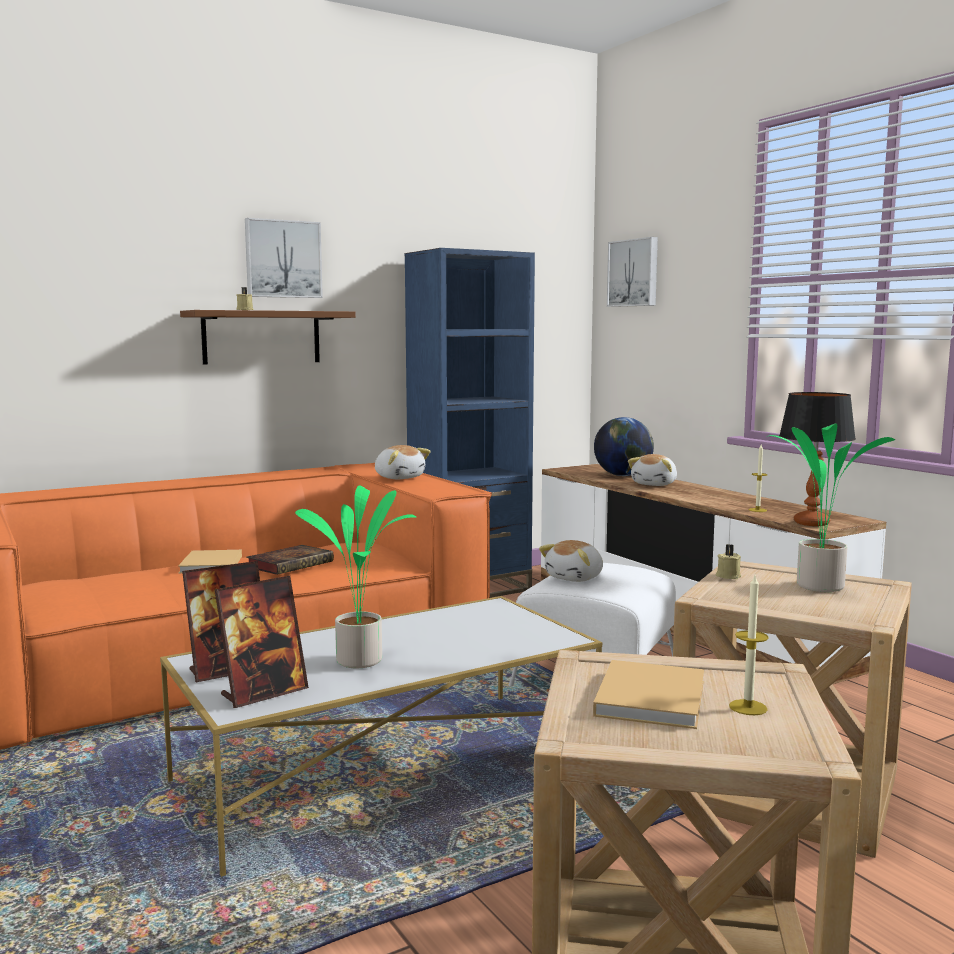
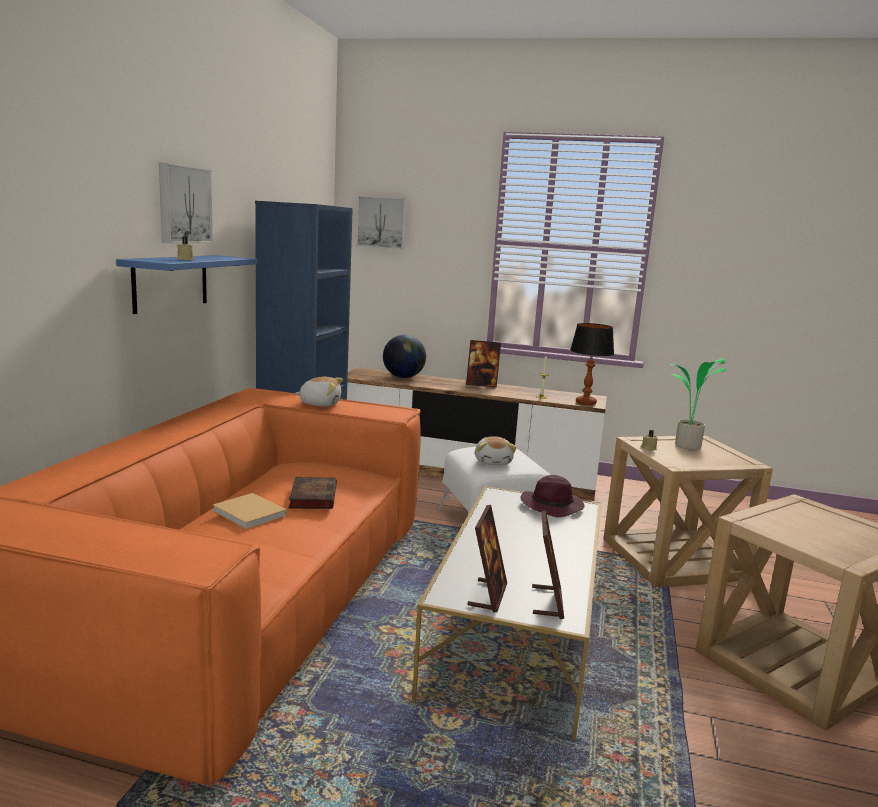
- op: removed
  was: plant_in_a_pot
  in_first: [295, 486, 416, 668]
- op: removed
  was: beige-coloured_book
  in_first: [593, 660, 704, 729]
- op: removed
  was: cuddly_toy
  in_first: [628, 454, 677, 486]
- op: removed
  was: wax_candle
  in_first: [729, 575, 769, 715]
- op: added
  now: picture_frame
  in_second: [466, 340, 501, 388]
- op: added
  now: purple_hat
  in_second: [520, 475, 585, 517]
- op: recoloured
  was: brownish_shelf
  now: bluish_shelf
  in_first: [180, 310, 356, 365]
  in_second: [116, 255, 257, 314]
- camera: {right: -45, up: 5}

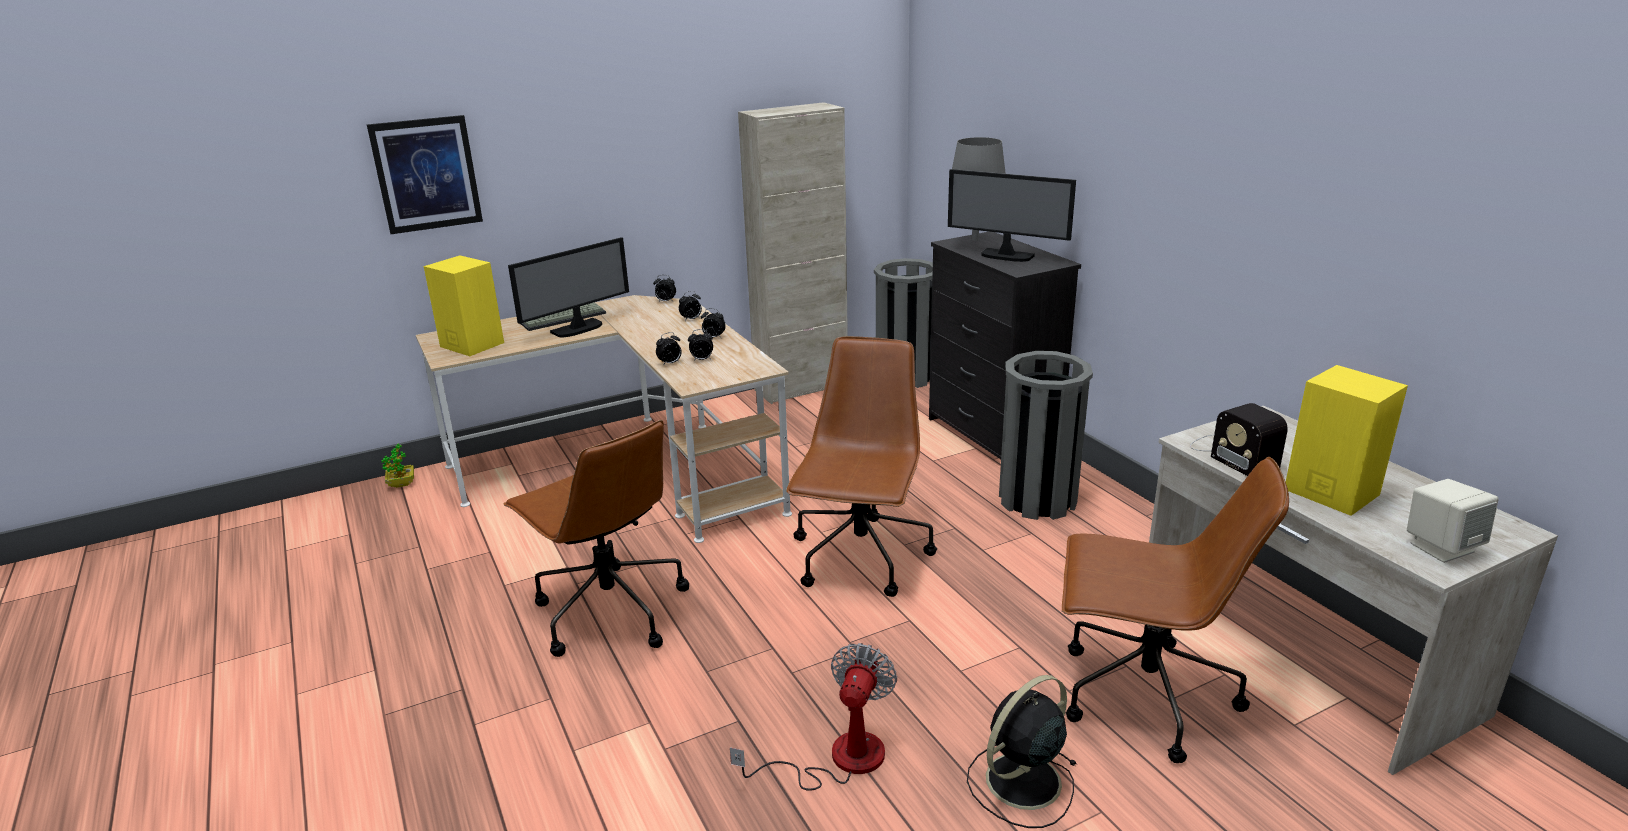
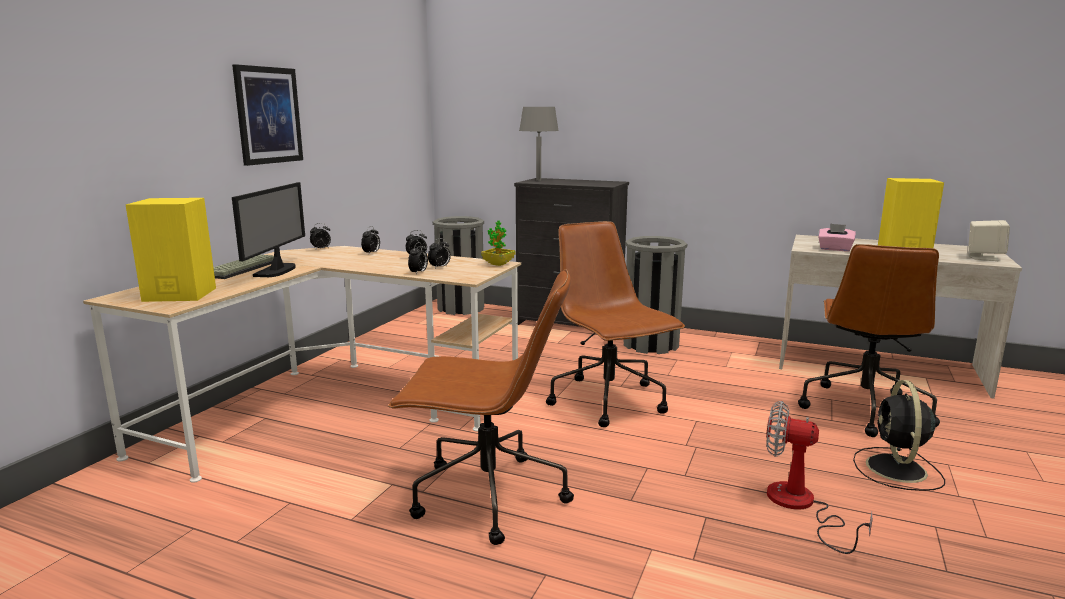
- op: removed
  was: beige-coloured_cupboard
  in_first: [738, 102, 848, 404]
- op: removed
  was: monitor
  in_first: [948, 169, 1076, 262]
- op: moved
  was: wall_art
  in_first: [367, 115, 483, 234]
  in_second: [232, 64, 303, 166]
- op: moved
  was: plant_in_a_pot
  in_first: [382, 443, 414, 488]
  in_second: [481, 220, 516, 266]
- op: replaced
  was: radio_receiver
  now: pink-coloured_box_of_tissues
  in_first: [1190, 403, 1288, 476]
  in_second: [818, 223, 856, 251]
- op: turned
  was: fan
  in_first: [730, 643, 897, 791]
  in_second: [766, 401, 873, 554]
  clockwise: -45
- op: turned
  was: brownish_office_chair
  in_first: [1062, 457, 1289, 763]
  in_second: [798, 244, 940, 437]
  clockwise: 135
- camera: {right: -40, up: -10}

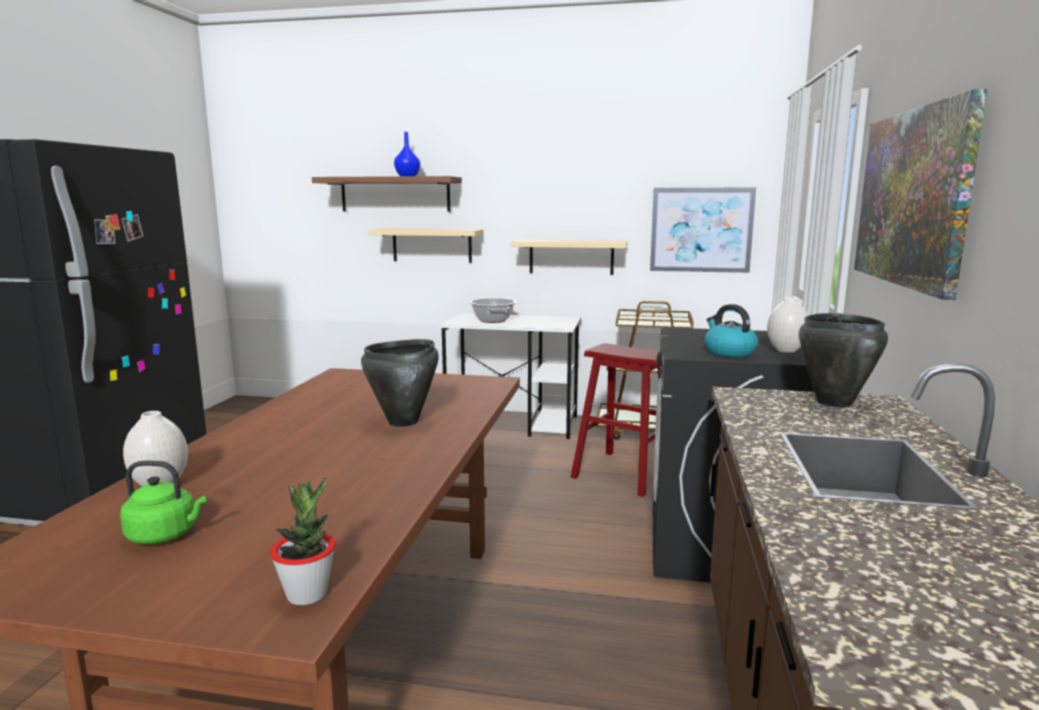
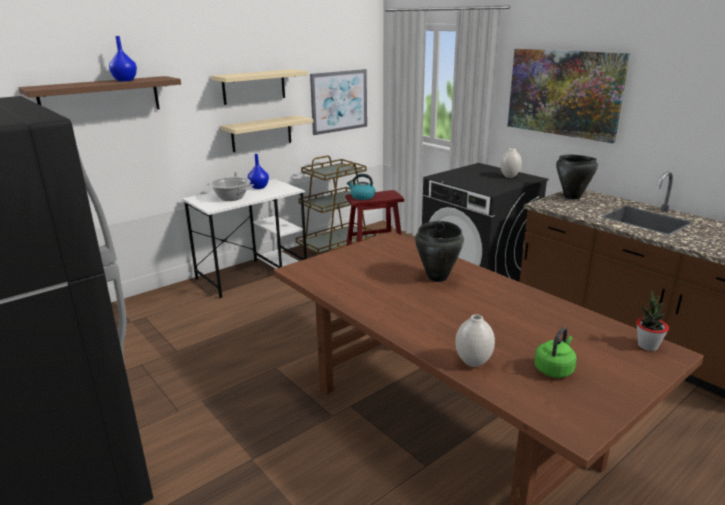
- op: added
  now: bluish_flower_vase
  in_second: [248, 154, 269, 189]
- op: moved
  was: beige-coloured_shelf
  in_first: [368, 228, 483, 263]
  in_second: [211, 69, 308, 105]
- op: moved
  was: tea_kettle
  in_first: [704, 304, 758, 357]
  in_second: [347, 174, 376, 200]
- camera: {right: -50, up: 10}

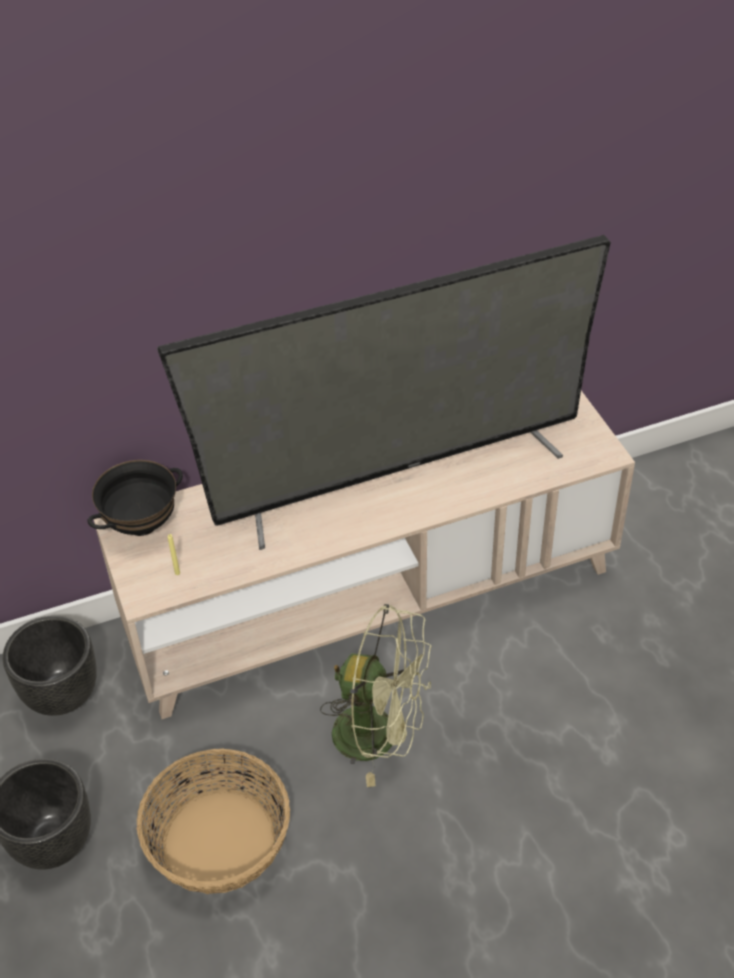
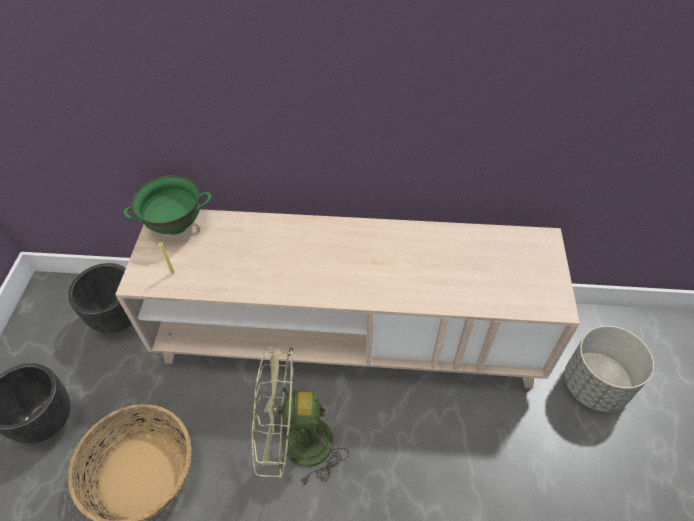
- op: removed
  was: television
  in_first: [157, 235, 611, 550]
- op: added
  now: gray_plant_pot
  in_second: [564, 326, 654, 412]
- op: recoloured
  was: black_bowl
  now: green_bowl
  in_first: [87, 460, 183, 536]
  in_second: [123, 175, 211, 235]
- op: turned
  was: green_fan
  in_first: [320, 604, 432, 787]
  in_second: [252, 347, 349, 487]
  clockwise: 135
- camera: {right: 25, up: 5}

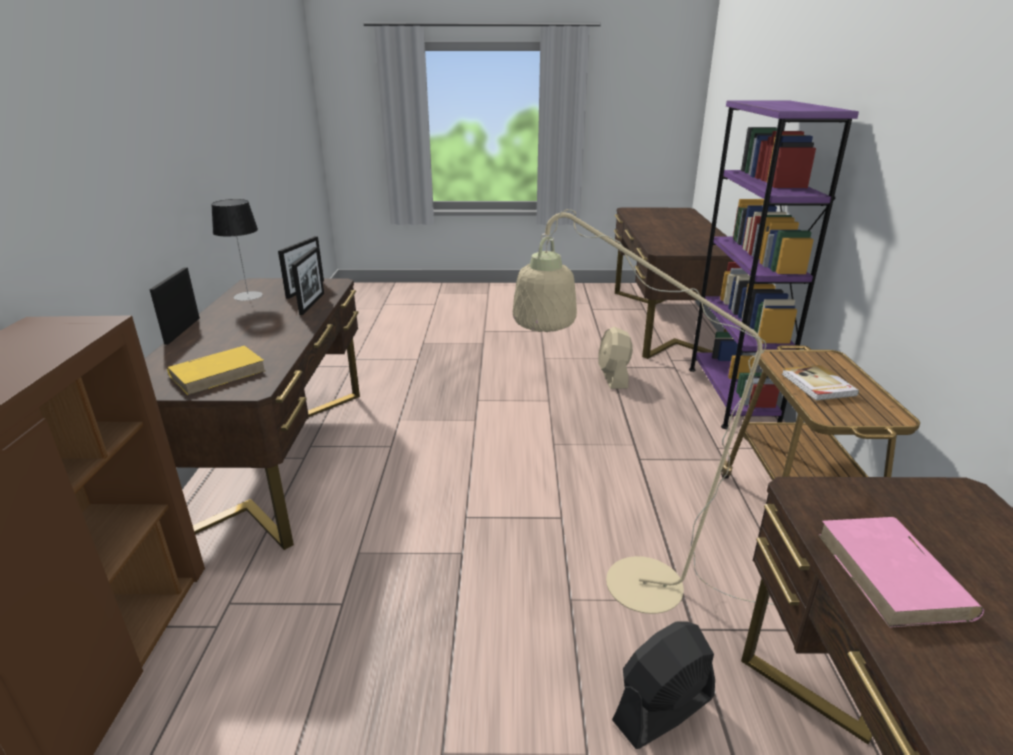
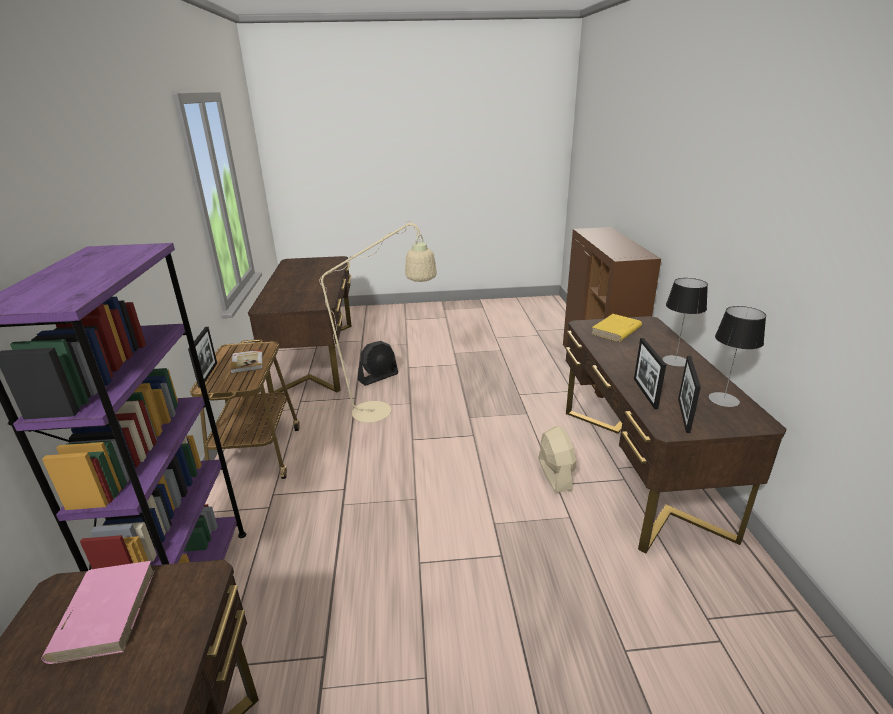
- op: added
  now: tabletop_lamp
  in_second: [662, 278, 708, 367]
- op: moved
  was: picture_frame
  in_first: [150, 267, 200, 345]
  in_second: [188, 327, 217, 388]
- op: moved
  was: beige-coloured_fan
  in_first: [599, 327, 633, 389]
  in_second: [539, 426, 576, 493]
- op: moved
  was: pink-coloured_book
  in_first: [818, 517, 984, 628]
  in_second: [41, 561, 155, 664]
- camera: {right: 175, up: 0}

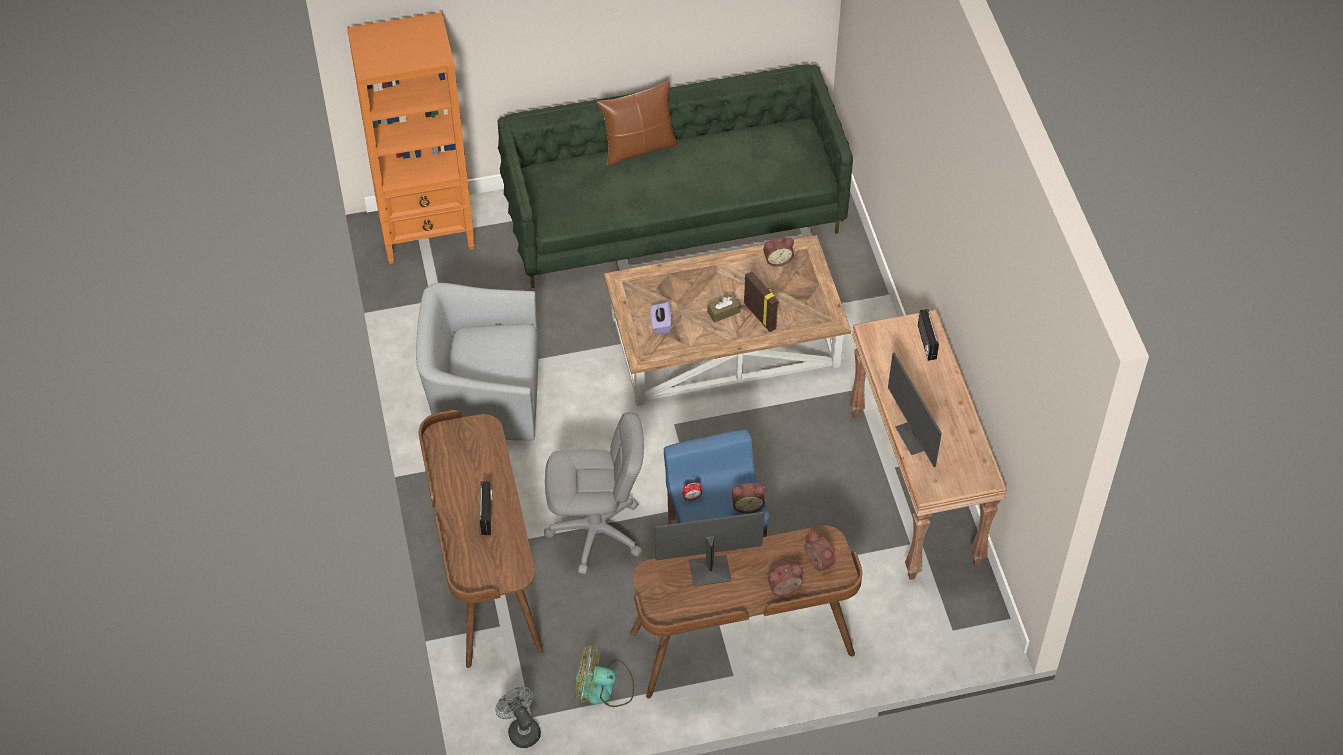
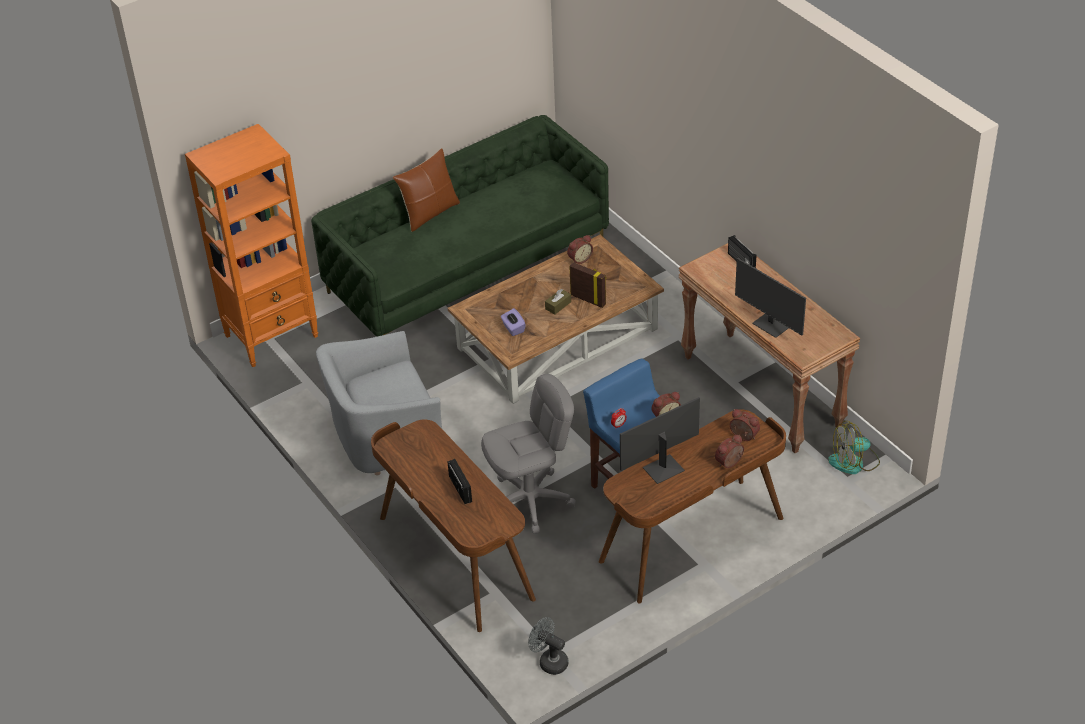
- op: moved
  was: fan
  in_first: [575, 643, 634, 707]
  in_second: [828, 421, 880, 474]
- camera: {right: -20, up: -10}

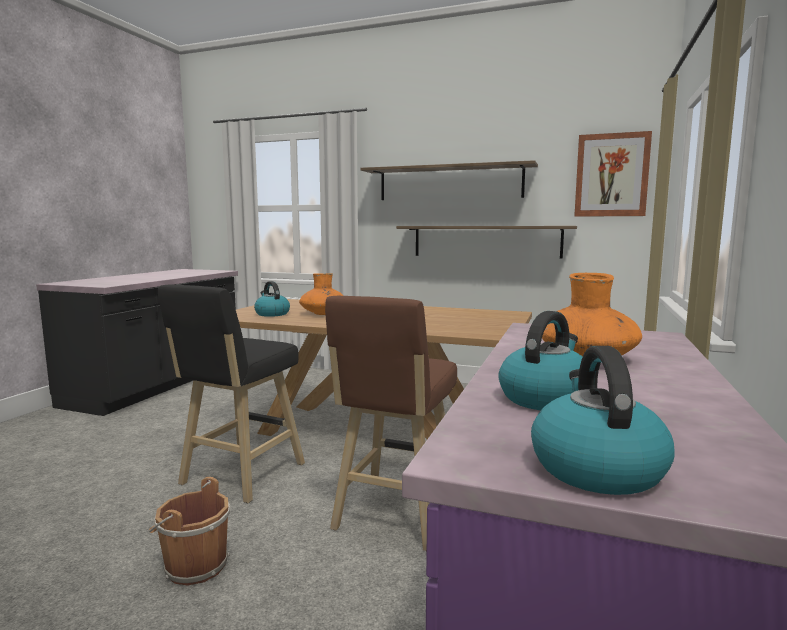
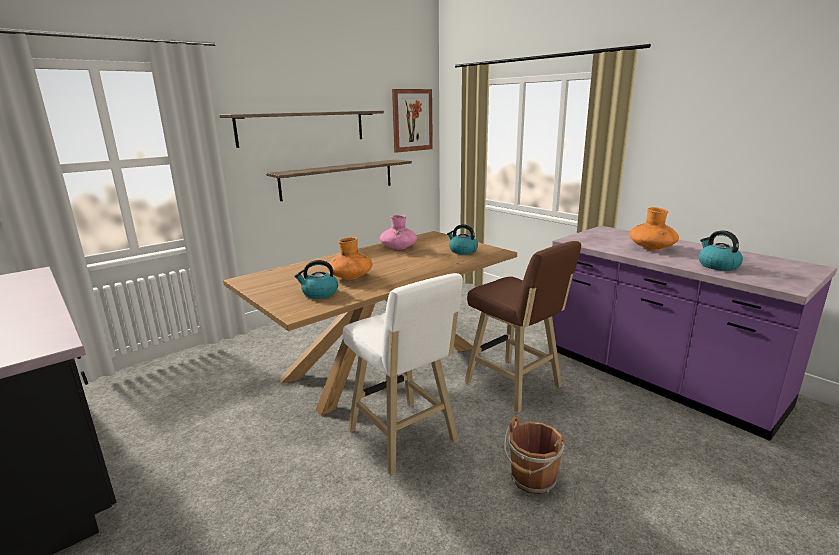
- op: added
  now: pink-coloured_flower_vase
  in_second: [380, 215, 417, 250]
- op: moved
  was: tea_kettle
  in_first: [531, 346, 675, 495]
  in_second: [447, 224, 478, 255]
- op: recoloured
  was: black_stool
  now: whitish_stool
  in_first: [158, 285, 305, 503]
  in_second: [343, 273, 463, 476]
- camera: {right: -60, up: 10}

